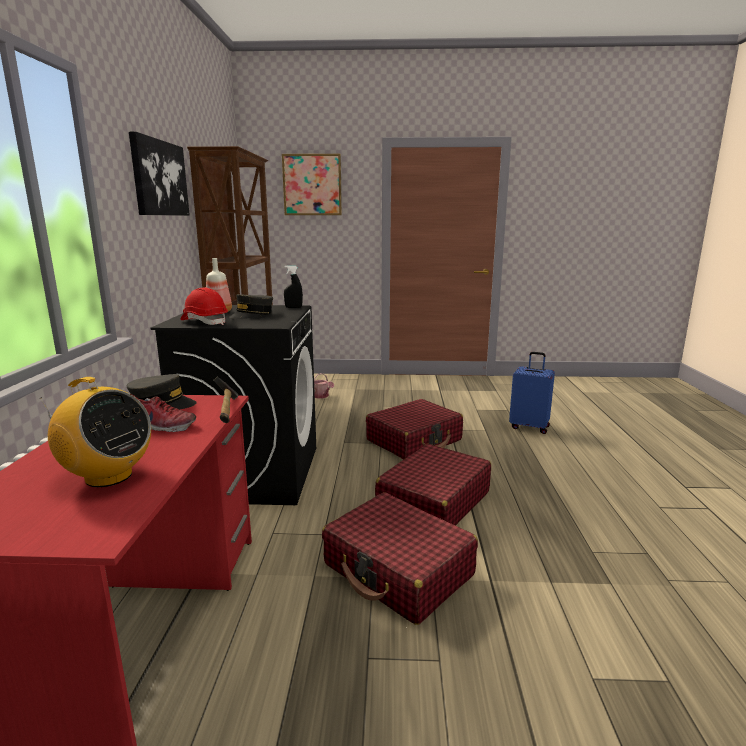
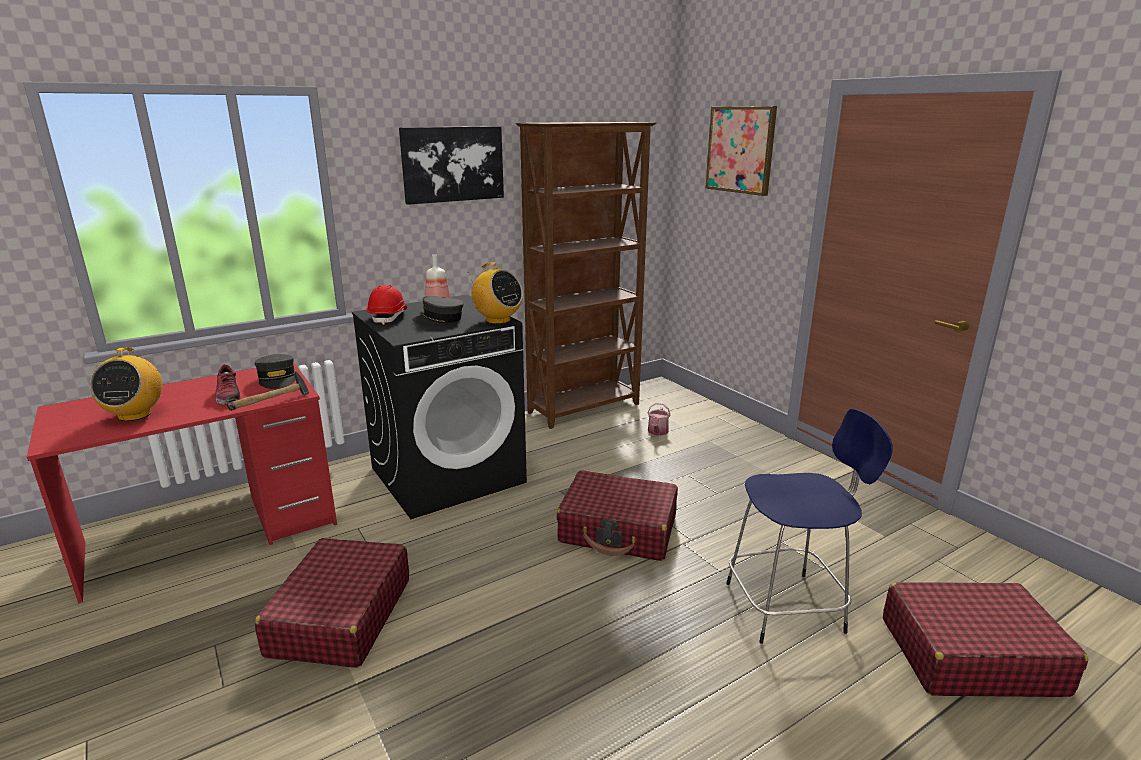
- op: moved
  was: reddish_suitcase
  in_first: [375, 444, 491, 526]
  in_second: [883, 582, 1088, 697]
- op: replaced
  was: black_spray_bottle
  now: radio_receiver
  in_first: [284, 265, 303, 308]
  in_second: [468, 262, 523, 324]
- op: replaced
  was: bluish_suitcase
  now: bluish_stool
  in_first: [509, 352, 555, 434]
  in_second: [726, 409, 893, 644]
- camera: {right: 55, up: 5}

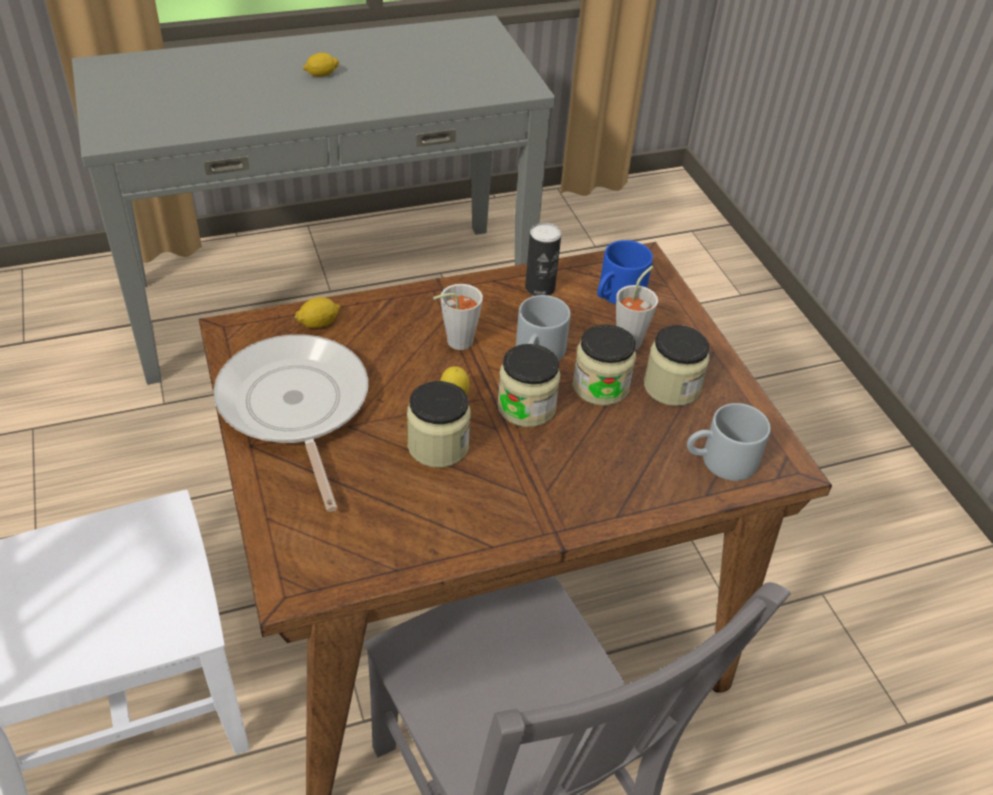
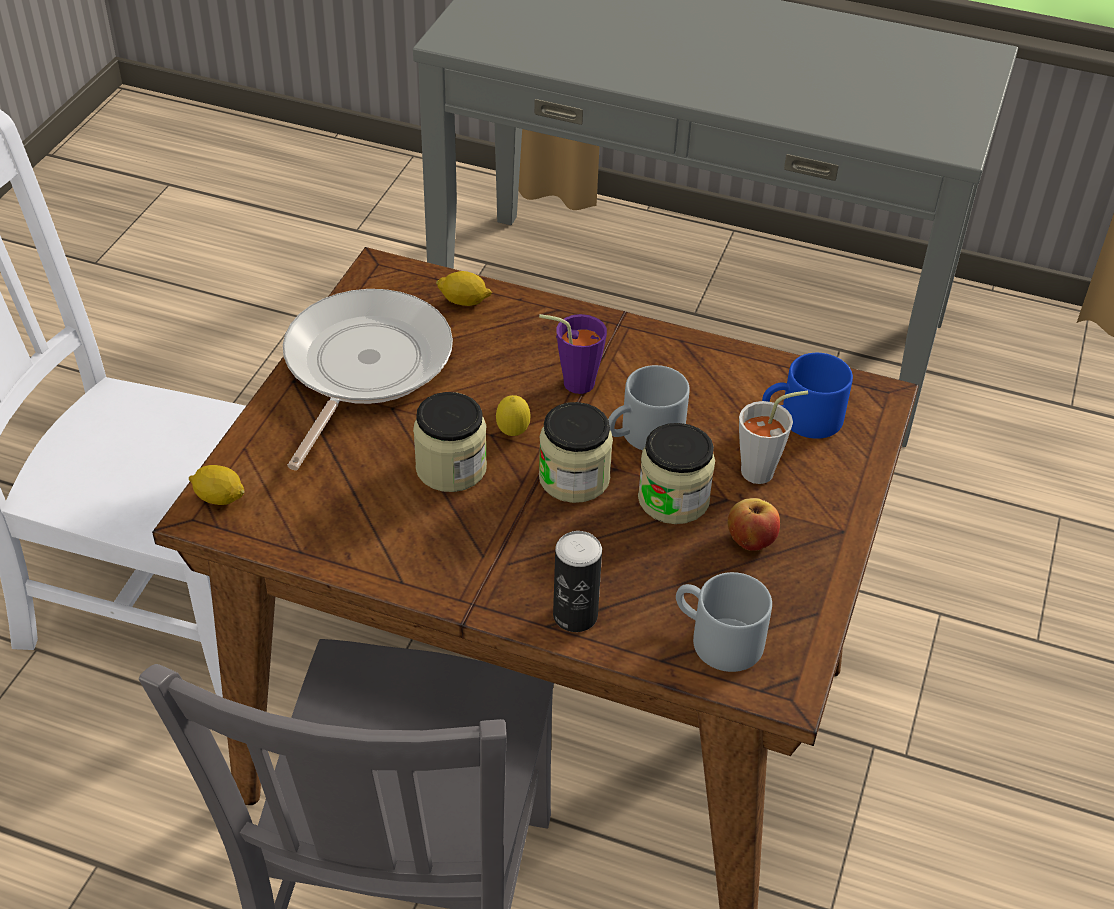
- op: moved
  was: whole_lemon
  in_first: [303, 53, 339, 77]
  in_second: [189, 465, 245, 505]
- op: moved
  was: sealed_can
  in_first: [525, 222, 561, 296]
  in_second: [553, 531, 602, 632]
- op: replaced
  was: jar
  now: apple_fruit
  in_first: [644, 325, 709, 406]
  in_second: [728, 498, 780, 551]
- op: recoloured
  was: gray_cup
  now: purple_cup
  in_first: [433, 284, 483, 350]
  in_second: [539, 314, 607, 394]
- camera: {right: 40, up: 0}

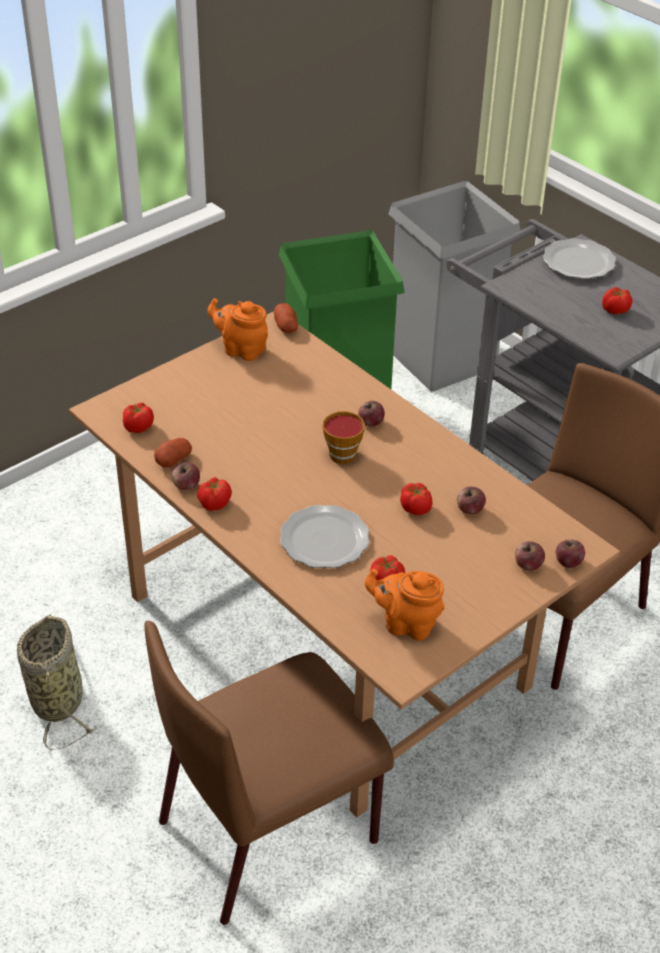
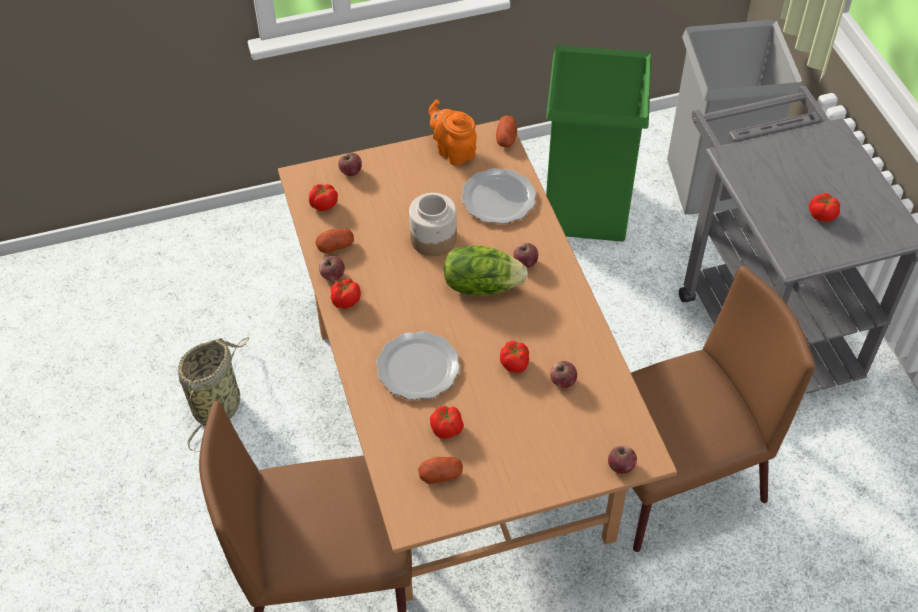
- op: added
  now: jar
  in_second: [409, 193, 457, 256]
- op: moved
  was: apple_fruit
  in_first: [515, 541, 545, 571]
  in_second: [338, 153, 362, 176]
- op: moved
  was: plate
  in_first: [543, 238, 616, 279]
  in_second: [461, 168, 536, 224]
- op: replaced
  was: cup
  now: head_of_lettuce
  in_first: [322, 411, 365, 464]
  in_second: [444, 245, 528, 295]
- op: replaced
  was: orange_teapot
  now: potato
  in_first: [365, 569, 444, 641]
  in_second: [418, 457, 463, 484]
- camera: {right: 25, up: 10}

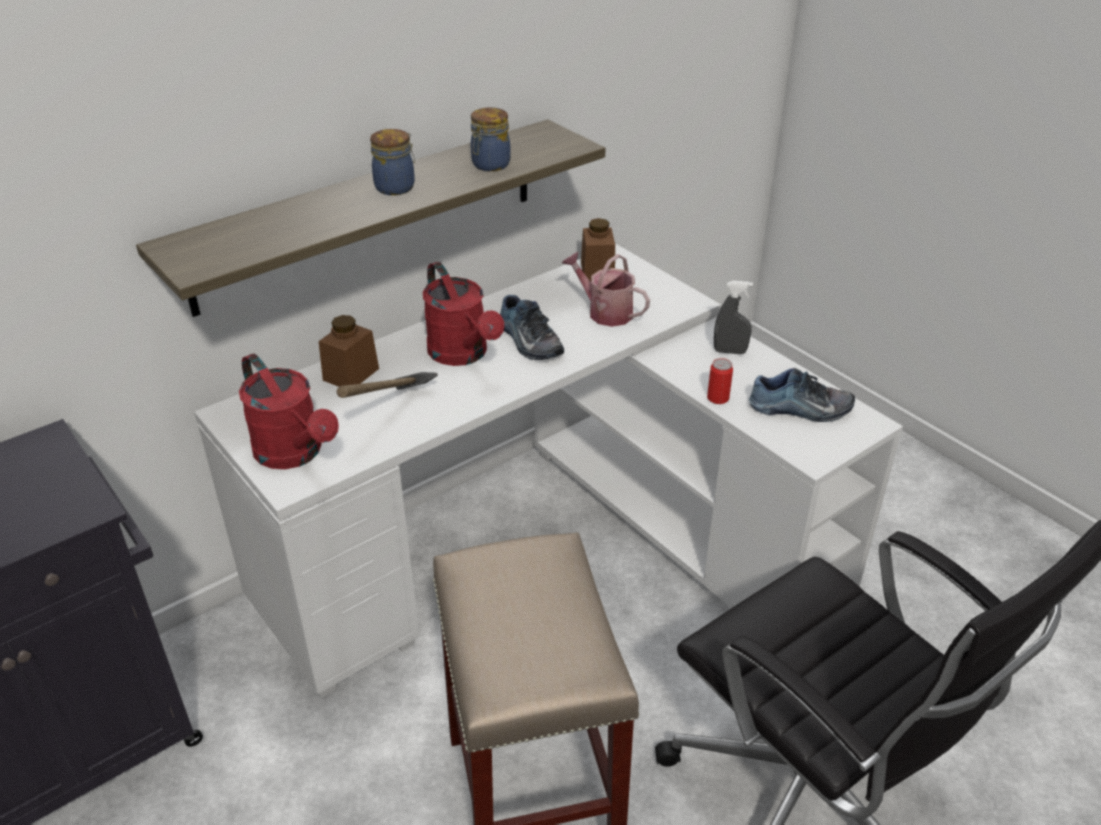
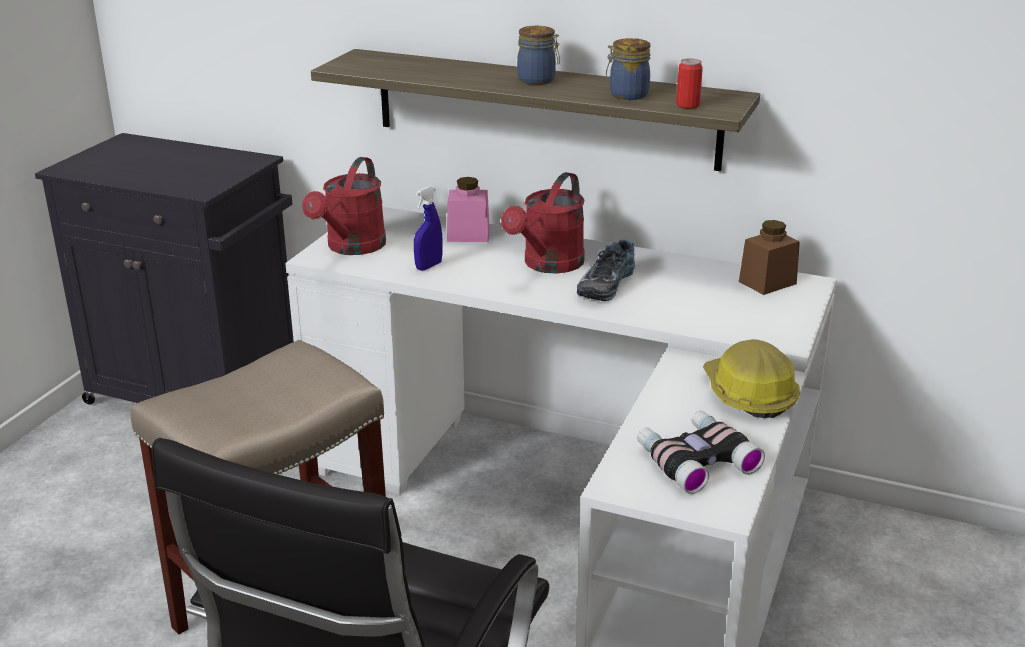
- op: removed
  was: watering_pot
  in_first: [562, 252, 650, 327]
- op: moved
  was: sealed_can
  in_first: [707, 358, 733, 404]
  in_second: [676, 58, 703, 109]
- op: replaced
  was: hammer
  now: bluish_spray_bottle
  in_first: [337, 372, 438, 398]
  in_second: [414, 186, 442, 271]
- op: replaced
  was: gray_spray_bottle
  now: work_helmet
  in_first: [714, 281, 753, 354]
  in_second: [703, 339, 800, 418]
- op: replaced
  was: low_shoe
  now: field_glasses
  in_first: [749, 367, 855, 422]
  in_second: [637, 411, 765, 494]
- op: recoloured
  was: brownish_jar
  now: pink-coloured_jar
  in_first: [319, 315, 379, 387]
  in_second: [447, 177, 490, 242]
- camera: {right: 60, up: -10}

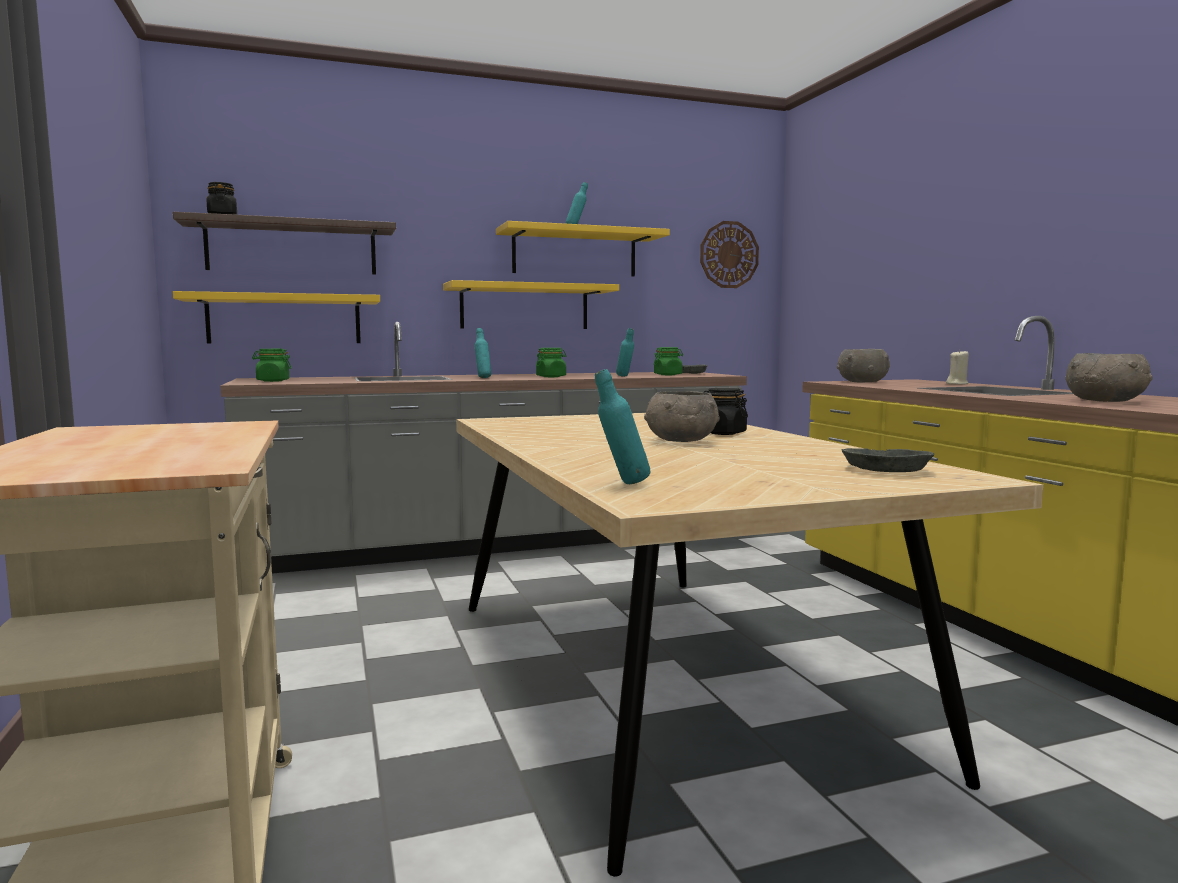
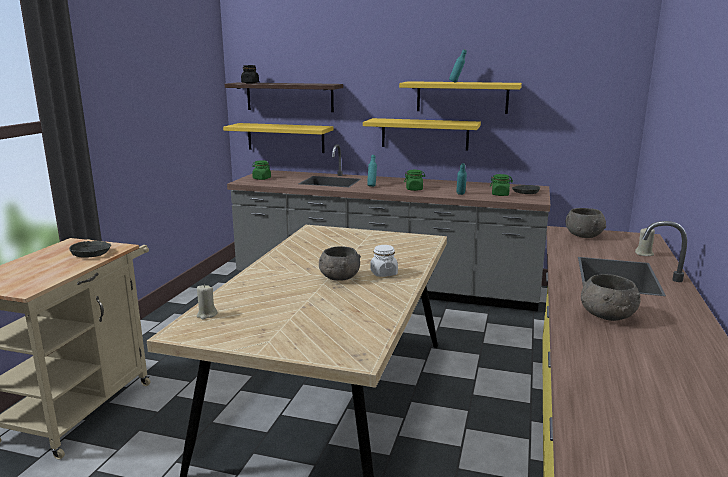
- op: removed
  was: hanging_clock
  in_first: [700, 221, 759, 288]
- op: moved
  was: gray_bowl
  in_first: [842, 448, 934, 472]
  in_second: [69, 241, 111, 258]
- op: replaced
  was: turquoise_beverage_bottle
  now: beige-coloured_wax_candle
  in_first: [595, 369, 650, 484]
  in_second: [197, 285, 217, 319]
- op: recoloured
  was: black_jar
  now: whitish_jar
  in_first: [704, 388, 748, 435]
  in_second: [370, 245, 398, 277]
- camera: {right: 35, up: 10}

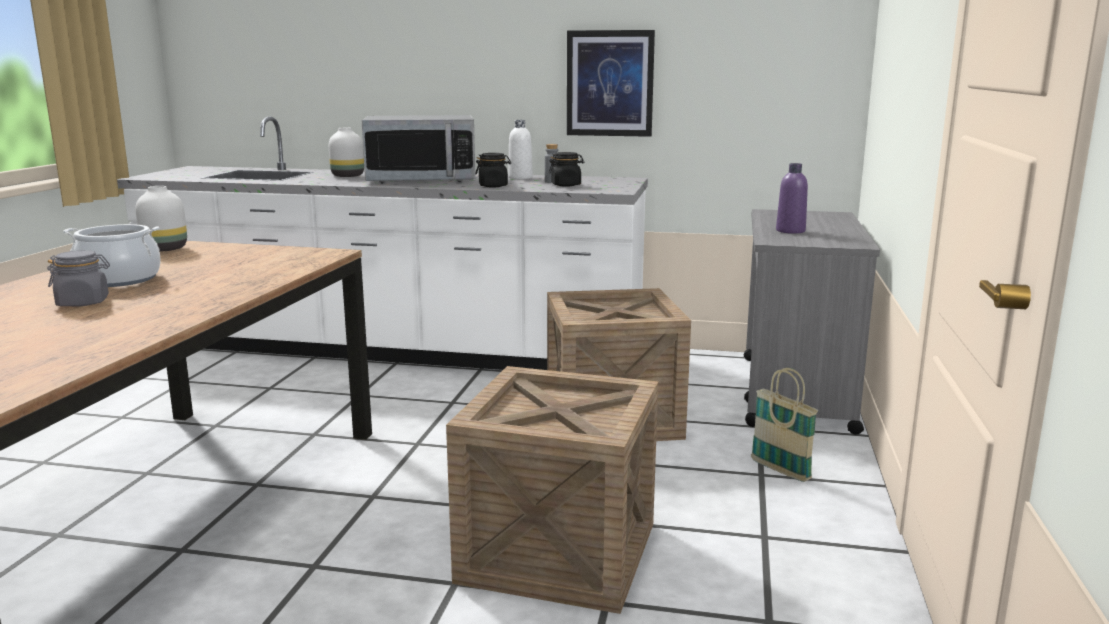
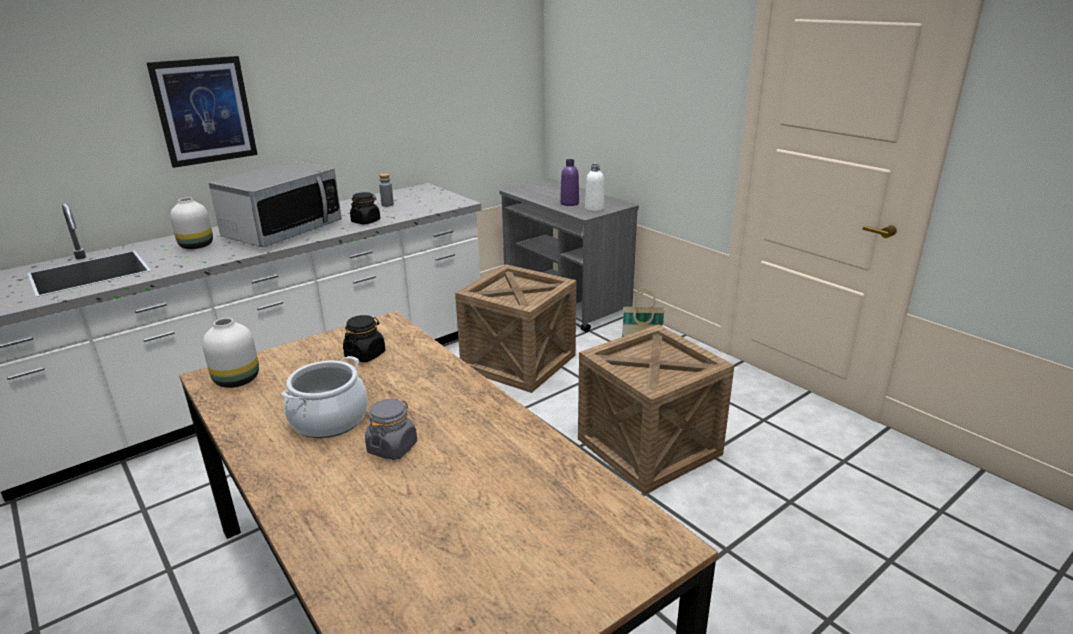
- op: moved
  was: whitish_beverage_bottle
  in_first: [508, 120, 533, 179]
  in_second: [585, 164, 604, 212]
- op: moved
  was: black_jar
  in_first: [548, 152, 584, 187]
  in_second: [343, 315, 385, 362]
- op: moved
  was: wall_art
  in_first: [567, 30, 655, 137]
  in_second: [146, 56, 258, 168]
- camera: {right: -50, up: 10}

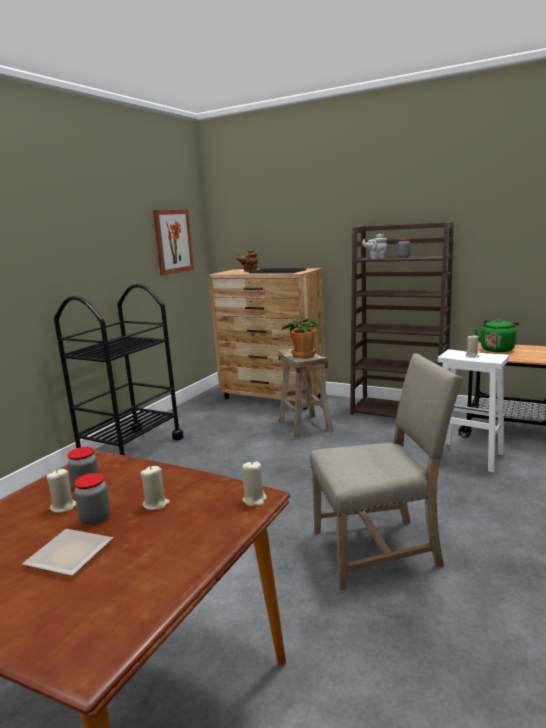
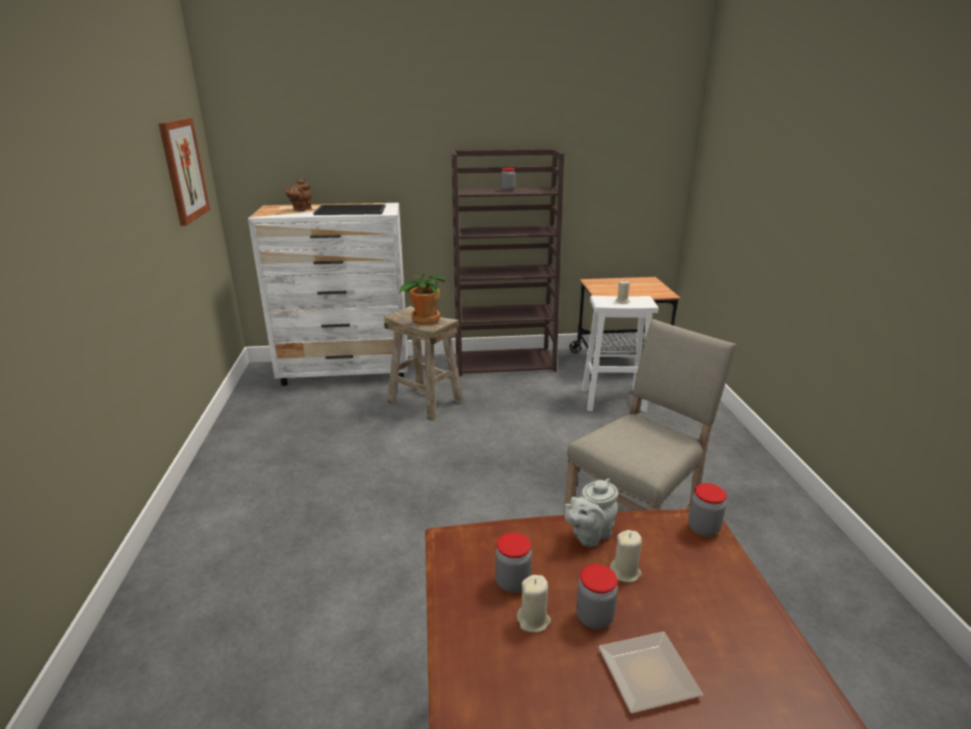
- op: removed
  was: black_wheeled_cart
  in_first: [54, 284, 183, 455]
- op: removed
  was: green_tea_kettle
  in_first: [475, 319, 519, 352]
- op: moved
  was: gray_teapot
  in_first: [362, 234, 387, 259]
  in_second: [565, 478, 618, 547]
- op: replaced
  was: beige-coloured_wax_candle
  now: jar
  in_first: [242, 461, 267, 506]
  in_second: [688, 483, 727, 537]
- op: recoloured
  was: brownish_chest_of_drawers
  now: whitish_chest_of_drawers
  in_first: [209, 268, 326, 409]
  in_second: [248, 203, 408, 386]
- camera: {right: -35, up: 10}

